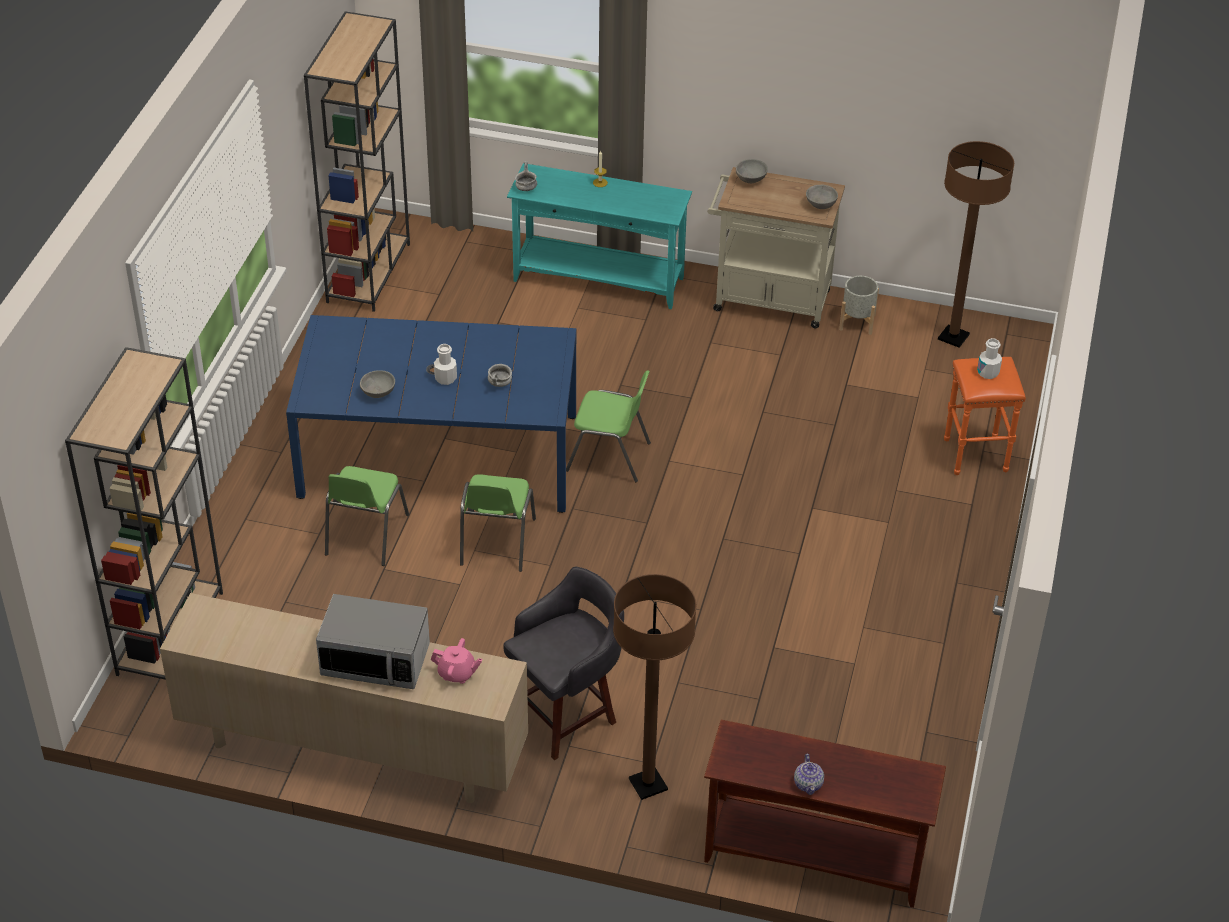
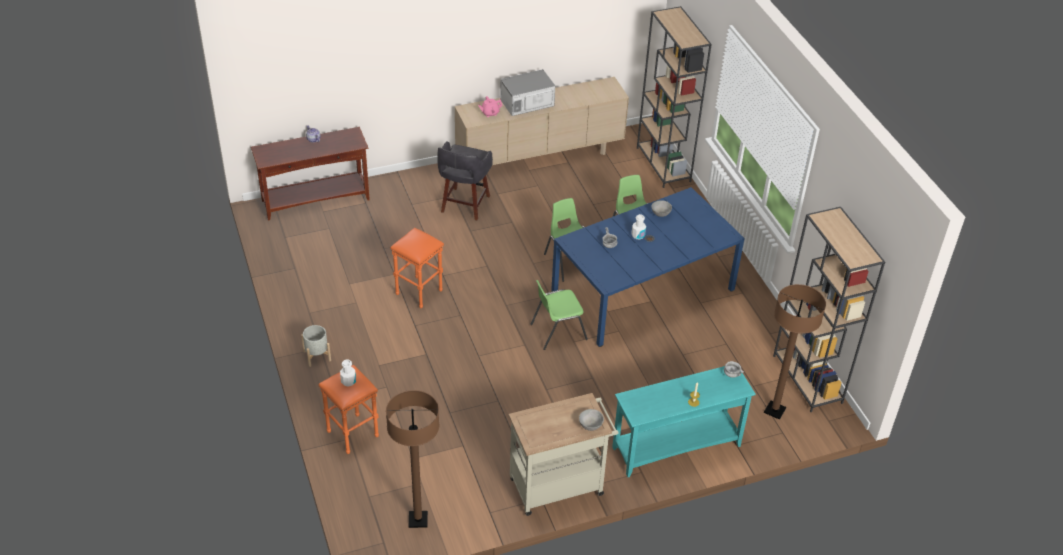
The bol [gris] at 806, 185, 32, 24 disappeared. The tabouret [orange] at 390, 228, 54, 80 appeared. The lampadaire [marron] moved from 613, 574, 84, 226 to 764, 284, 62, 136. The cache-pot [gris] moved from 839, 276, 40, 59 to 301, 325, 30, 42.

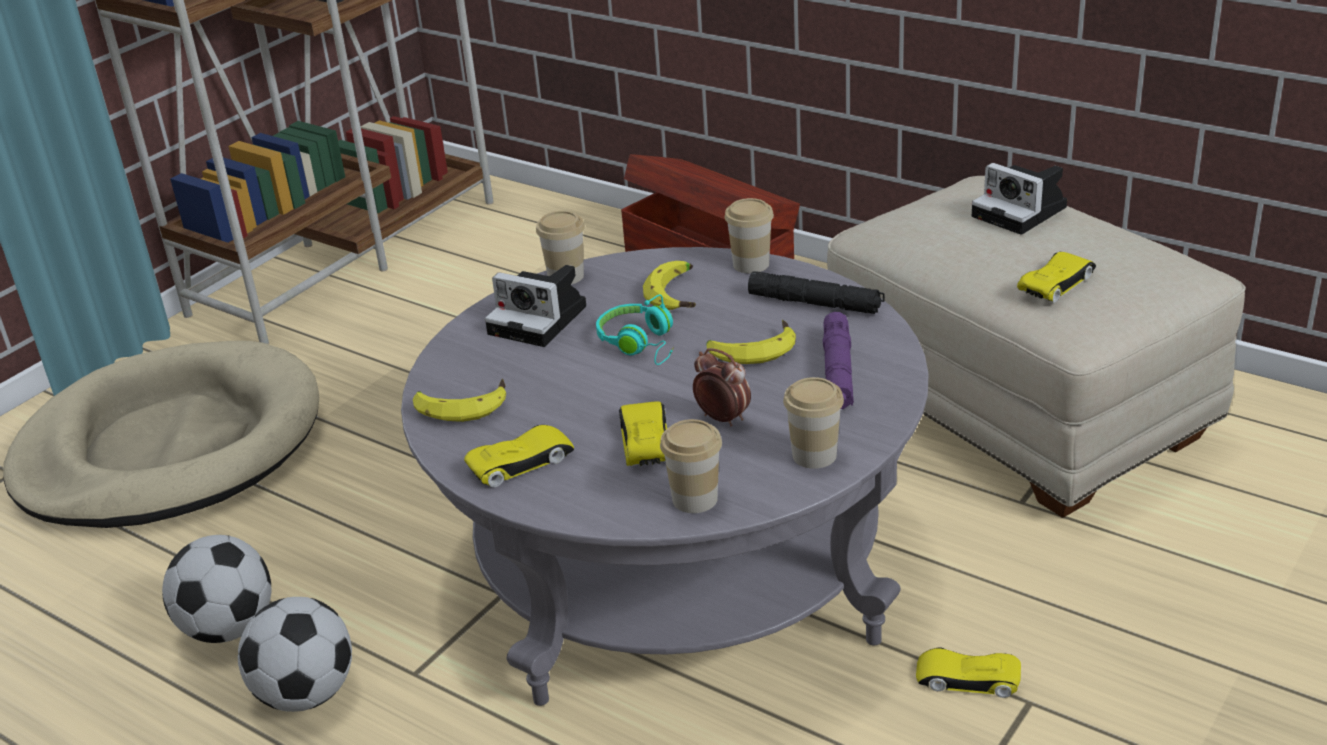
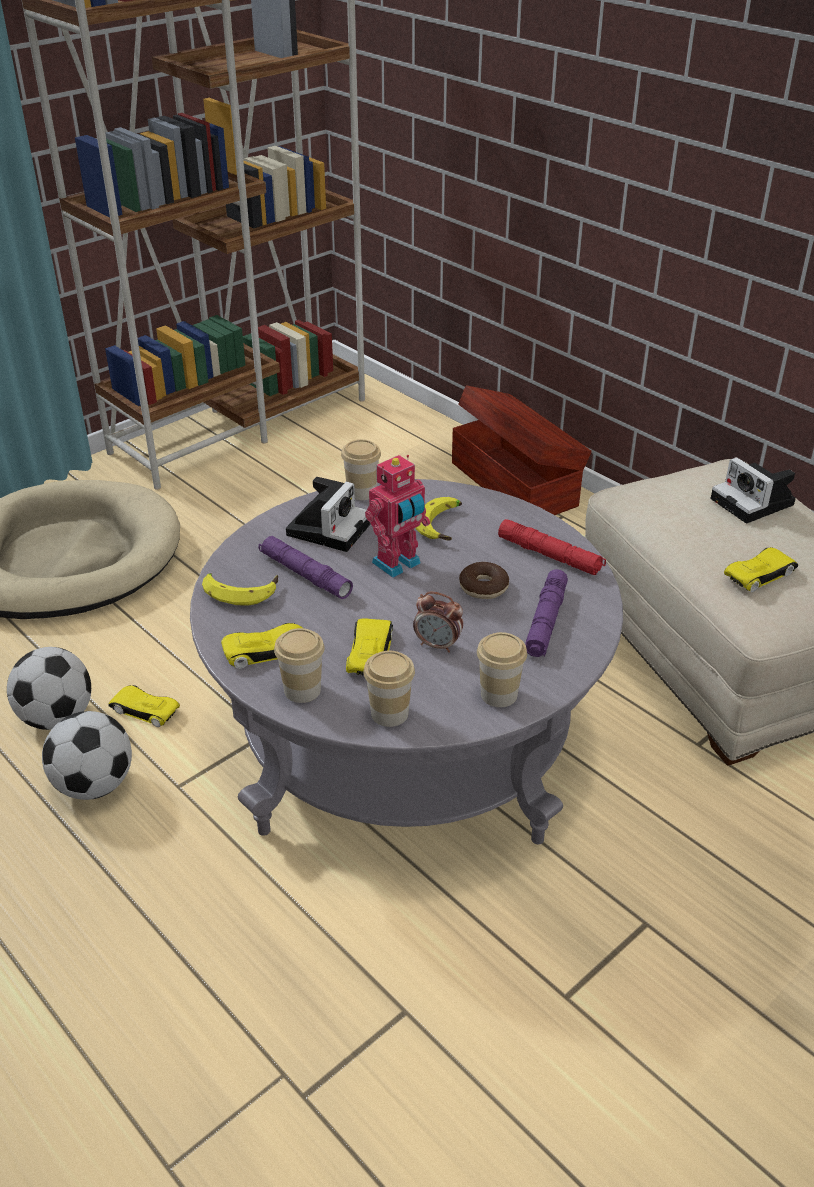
The lampe de poche [violet] at 259, 536, 94, 63 appeared. The tasse moved from 725, 198, 49, 75 to 274, 628, 51, 75. The petite voiture [jaune] moved from 916, 647, 105, 51 to 108, 685, 72, 42. The casque audio [turquoise] at 596, 294, 78, 71 was replaced by the robot jouet at 365, 455, 65, 123. The banane at 706, 320, 90, 44 was replaced by the beignet at 459, 562, 50, 37. The lampe de poche [noir] at 748, 271, 137, 43 became the lampe de poche [rouge] at 498, 519, 108, 56. The appareil photo at 485, 265, 101, 82 turned 105 degrees counterclockwise. The réveil at 693, 348, 58, 78 turned 150 degrees clockwise.

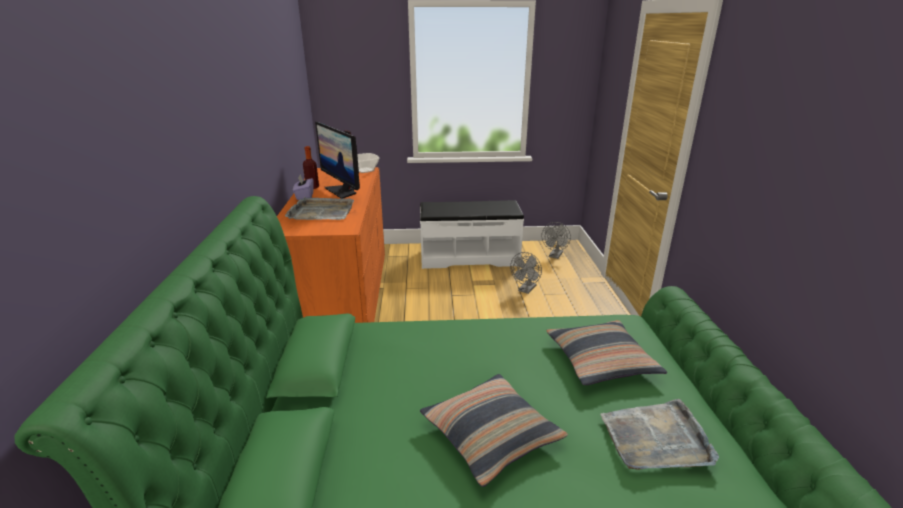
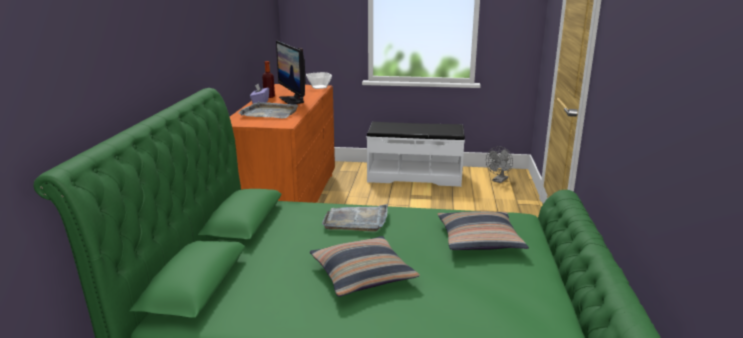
The ventilateur [gris] at 510, 252, 32, 42 disappeared. The plateau [gris] moved from 600, 399, 119, 71 to 322, 204, 66, 27.

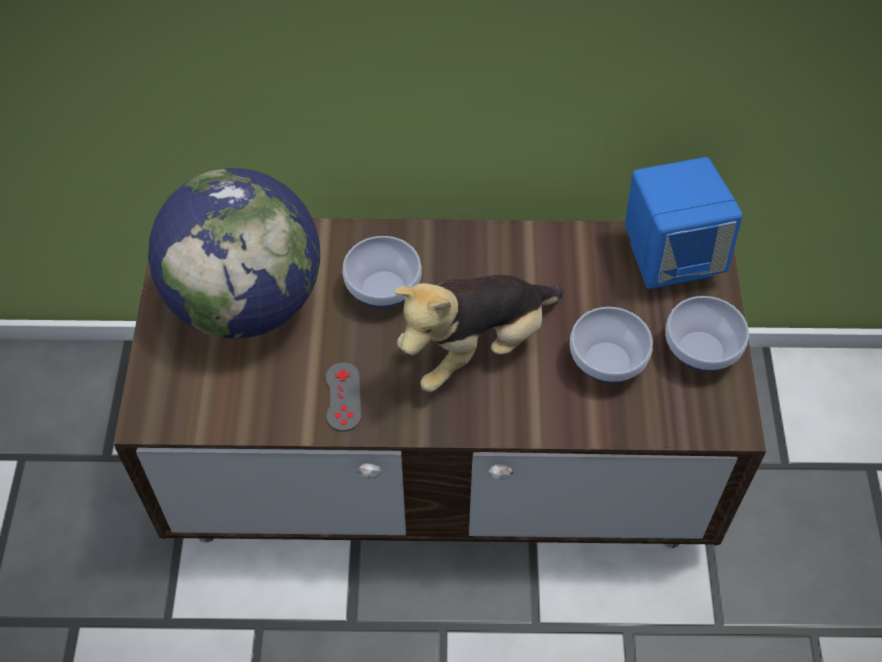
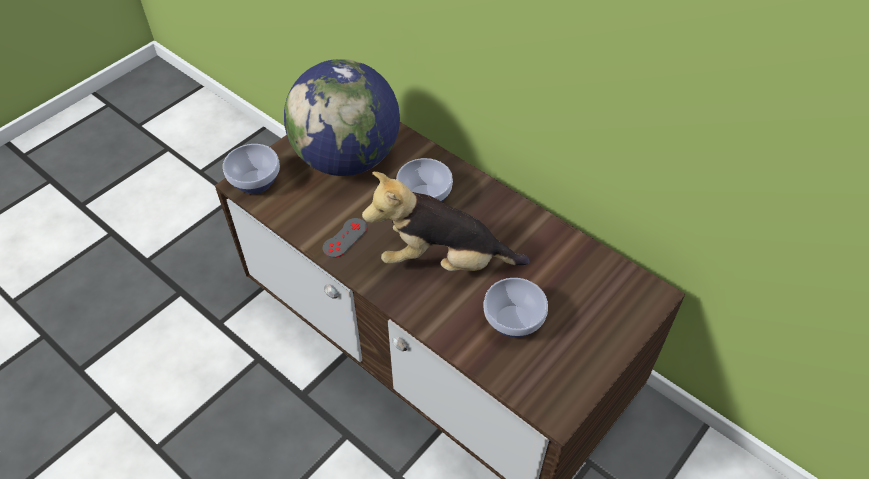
The enceinte [bleu] at 625, 157, 118, 133 disappeared. The bol moved from 665, 296, 84, 76 to 223, 144, 57, 50.

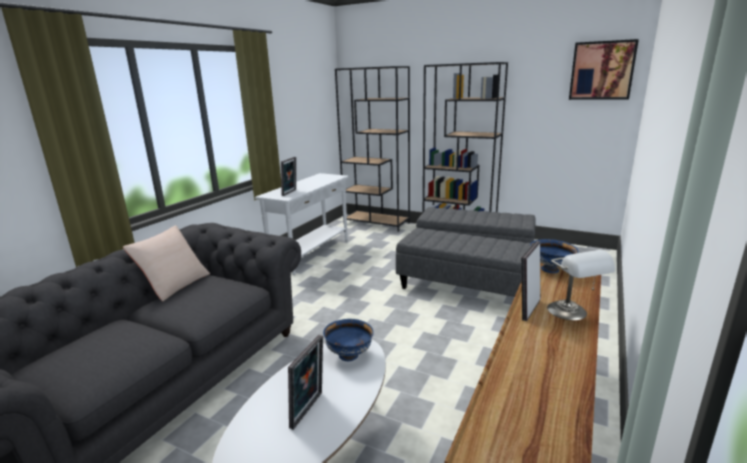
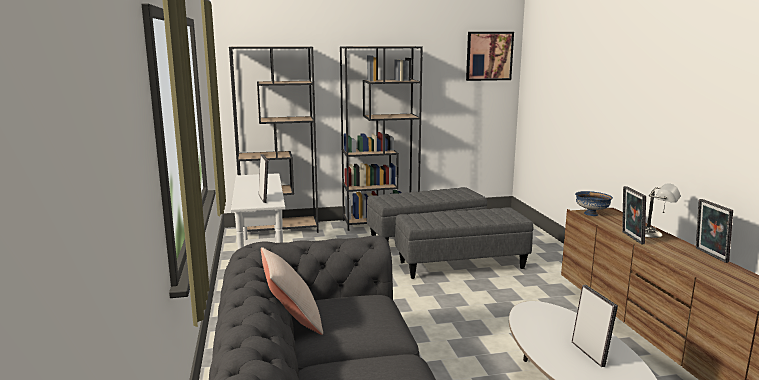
The bol [bleu] at 323, 319, 51, 42 disappeared. The cadre photo at 696, 199, 37, 64 appeared.

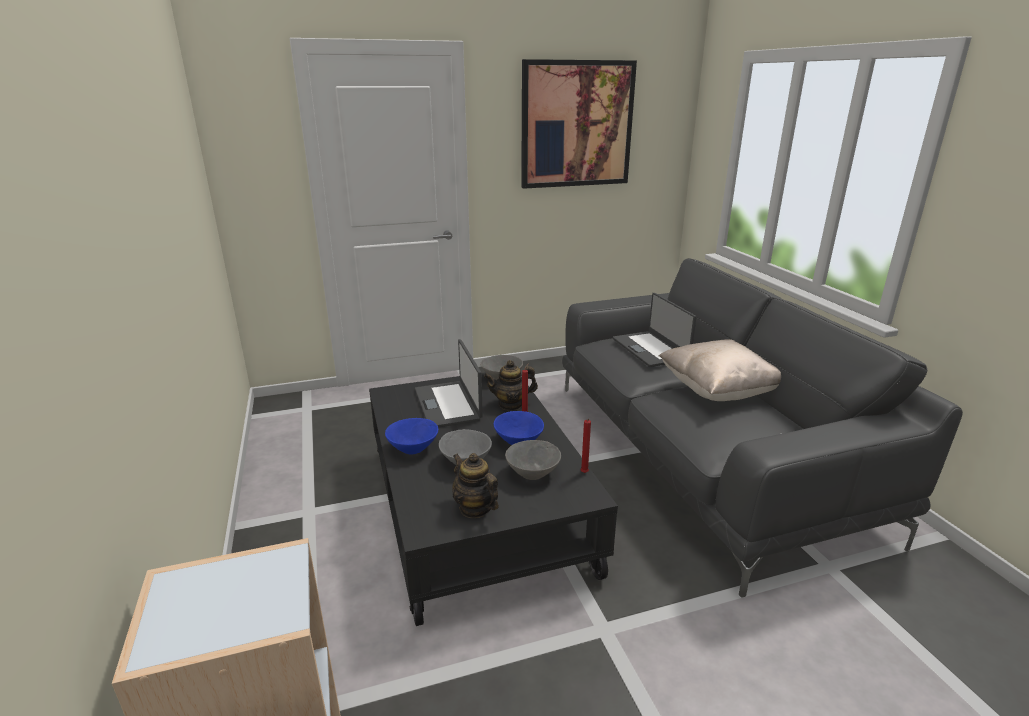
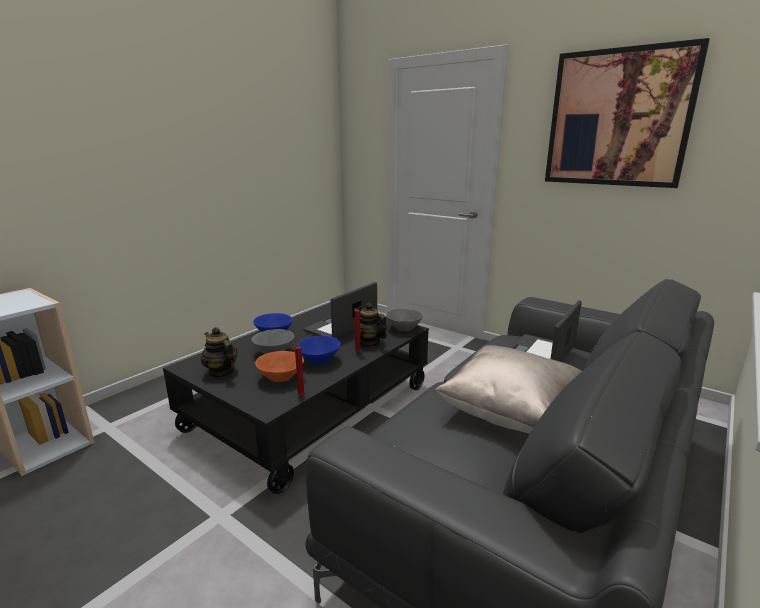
The bol [gris] at 505, 440, 56, 40 became the bol [orange] at 255, 351, 49, 31. The théière at 452, 453, 47, 65 turned 60 degrees counterclockwise.

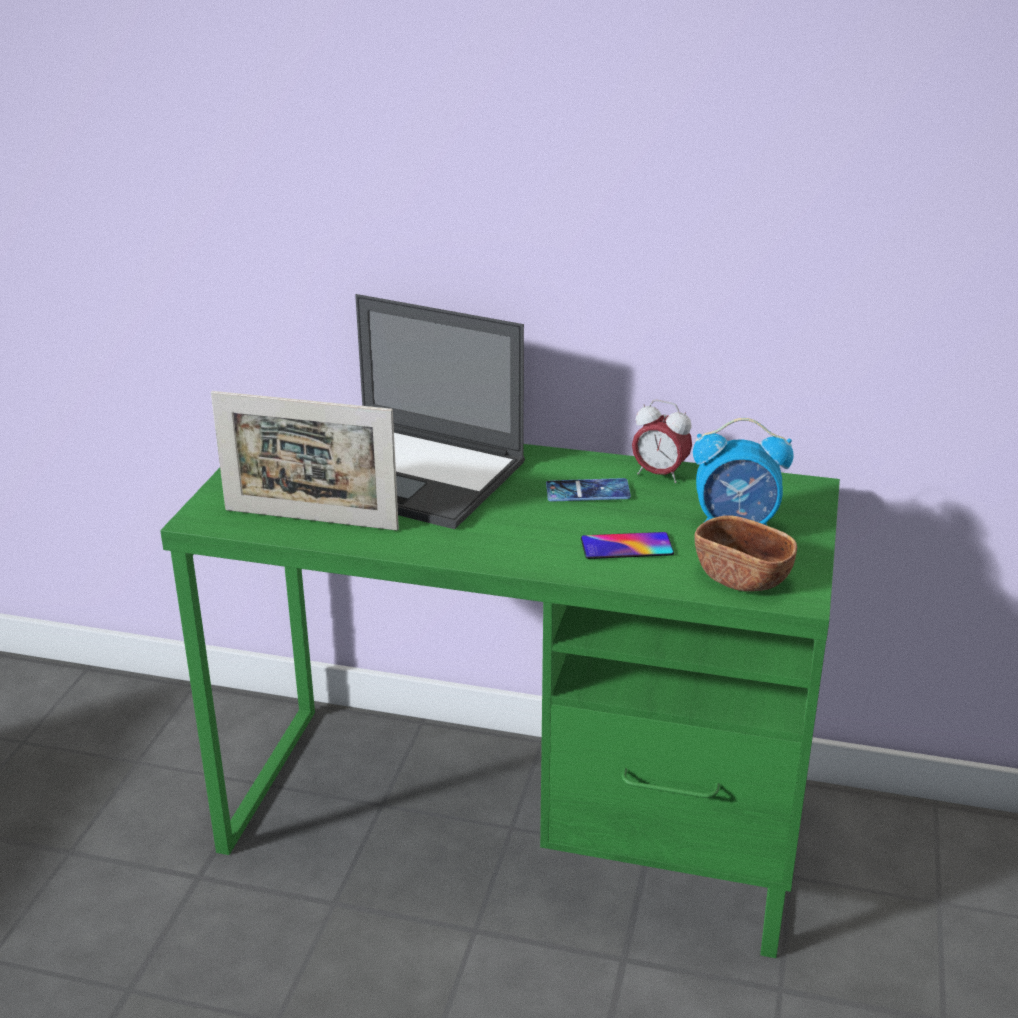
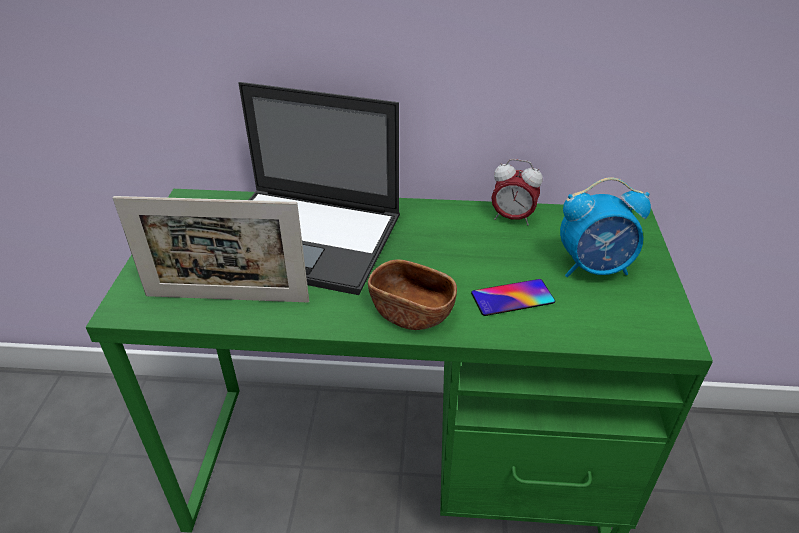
The téléphone at 546, 478, 85, 24 disappeared. The bol [marron] moved from 694, 516, 103, 76 to 368, 260, 89, 70.

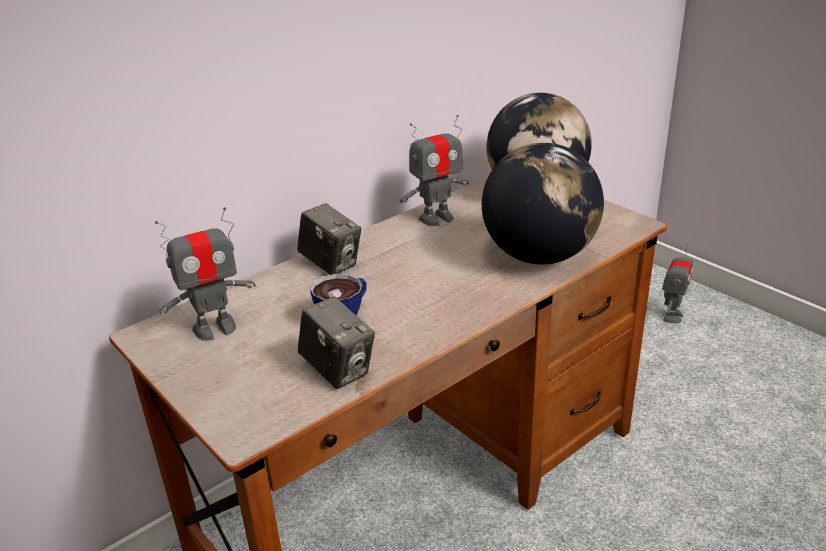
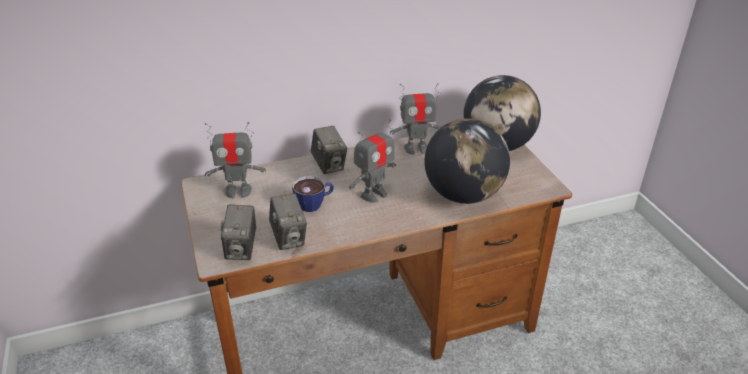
The appareil photo at 221, 205, 35, 55 appeared. The robot jouet moved from 662, 244, 31, 80 to 349, 119, 47, 84.

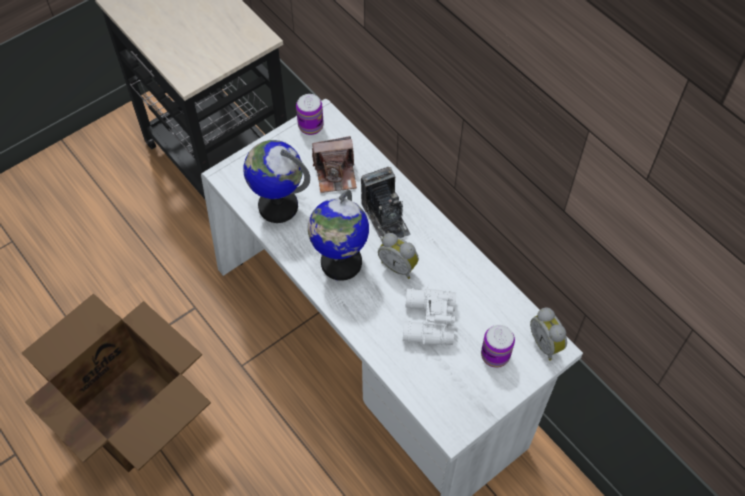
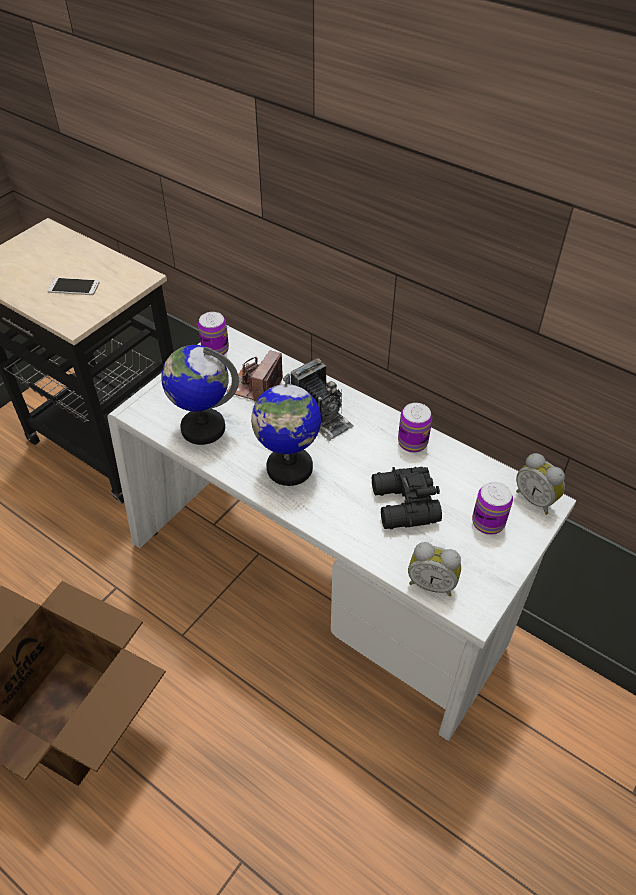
The téléphone at 48, 278, 52, 17 appeared. The boîte métallique at 398, 403, 34, 50 appeared. The réveil moved from 378, 233, 41, 46 to 408, 542, 53, 54. The jumelles [blanc] at 403, 286, 53, 60 became the jumelles [noir] at 372, 467, 70, 62. The appareil photo at 312, 136, 45, 57 turned 135 degrees clockwise.

